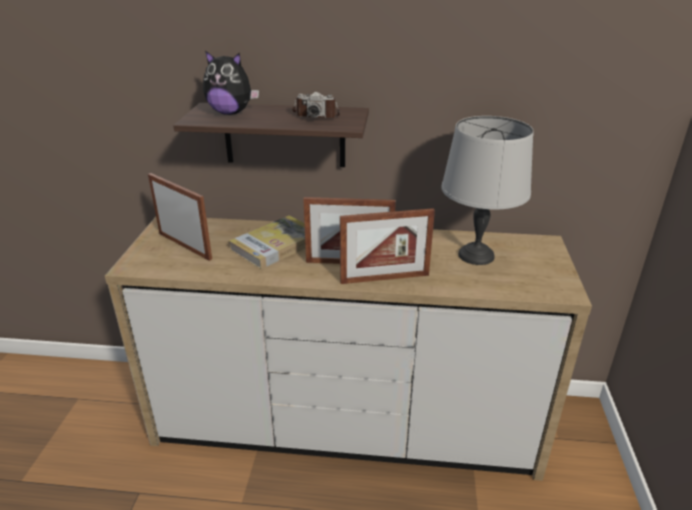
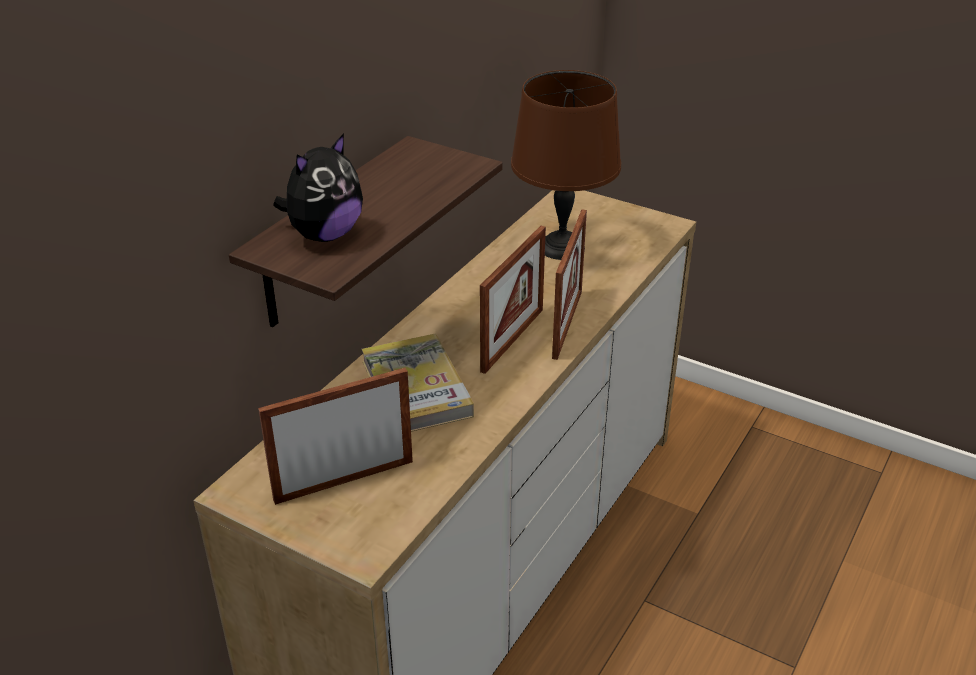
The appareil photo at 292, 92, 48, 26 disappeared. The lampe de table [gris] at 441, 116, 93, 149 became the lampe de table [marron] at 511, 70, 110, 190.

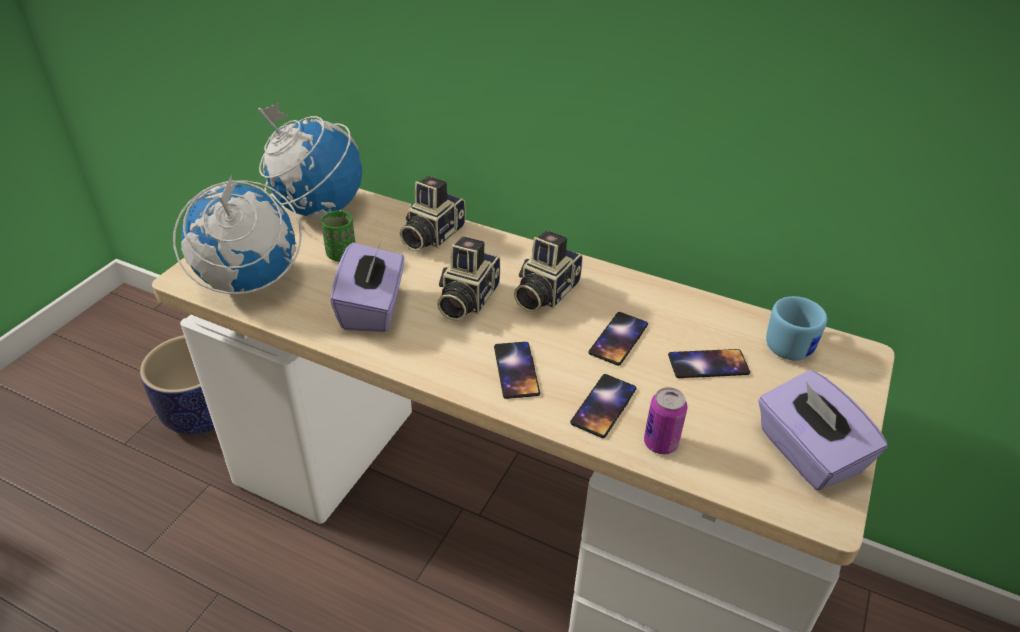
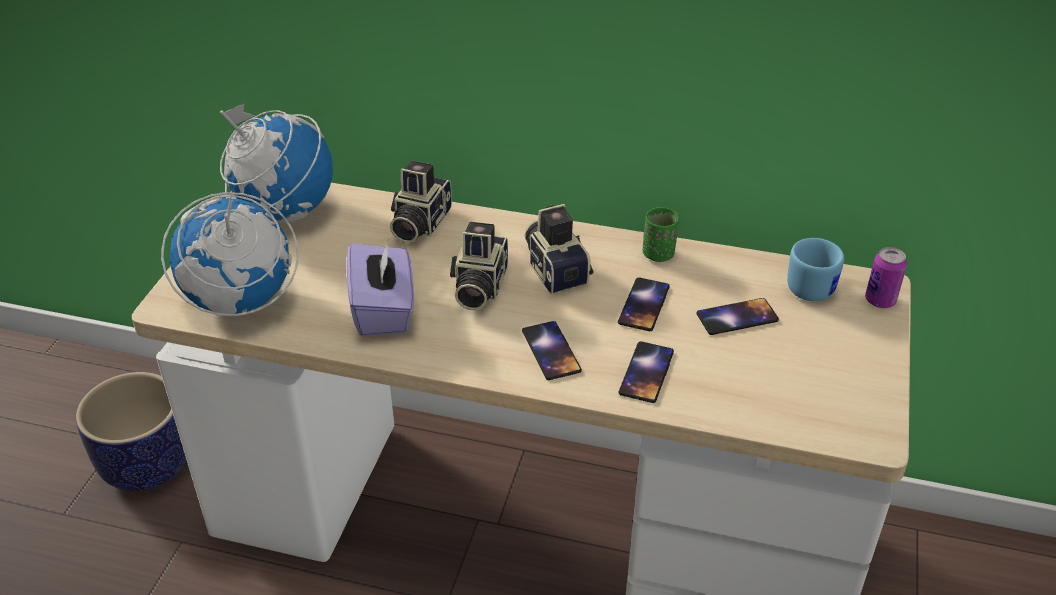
The boîte à mouchoirs [violet] at 758, 370, 130, 120 disappeared. The tasse [vert] moved from 321, 211, 34, 51 to 643, 207, 36, 55. The boîte métallique moved from 644, 387, 44, 67 to 865, 247, 42, 61. The appareil photo at 514, 230, 69, 82 turned 135 degrees clockwise.

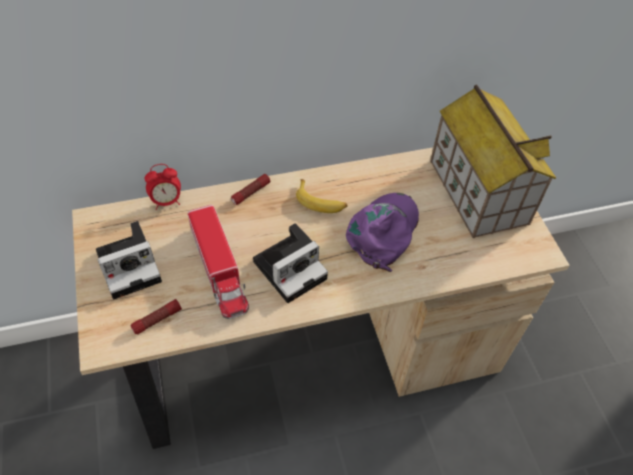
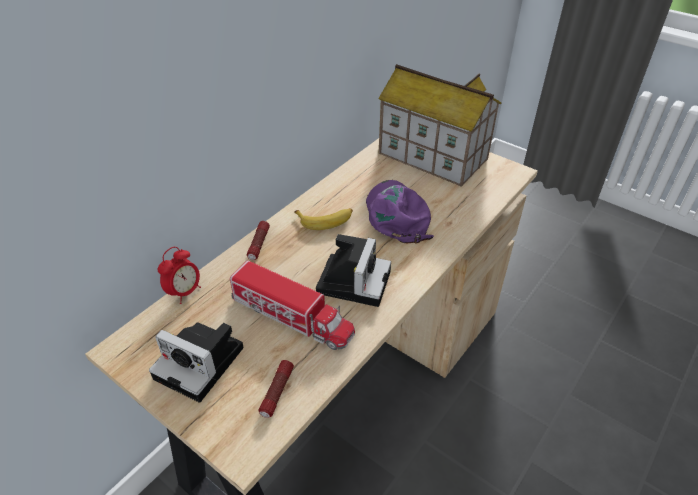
The appareil photo at 96, 221, 66, 78 turned 90 degrees clockwise.

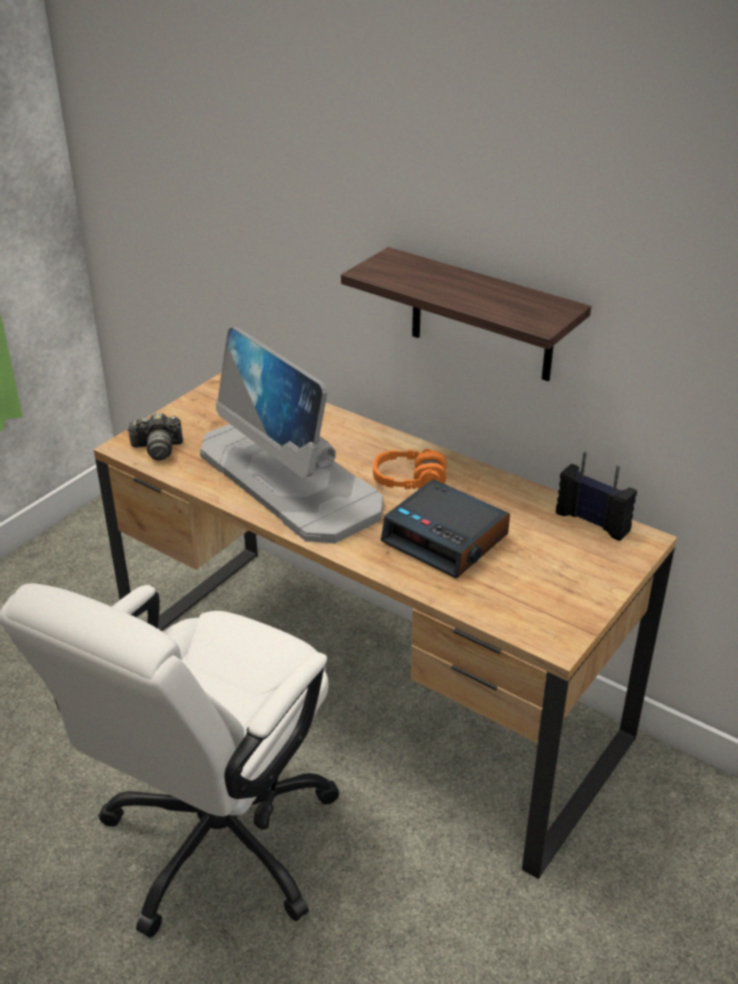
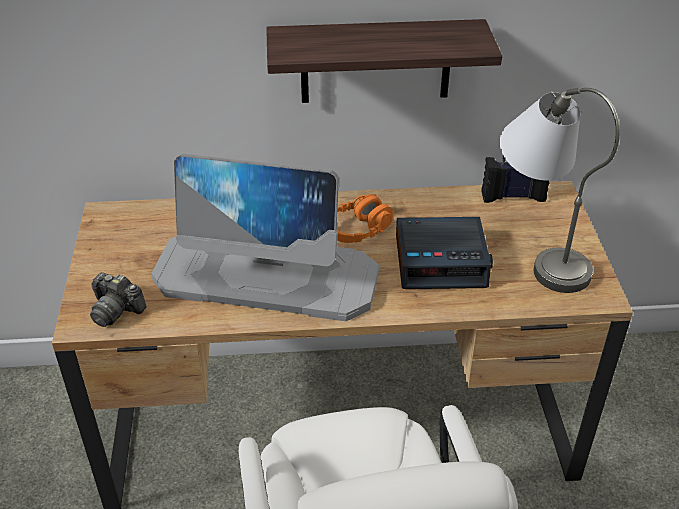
The lampe de table [gris] at 500, 87, 120, 206 appeared. The appareil photo at 128, 412, 55, 48 turned 75 degrees clockwise.

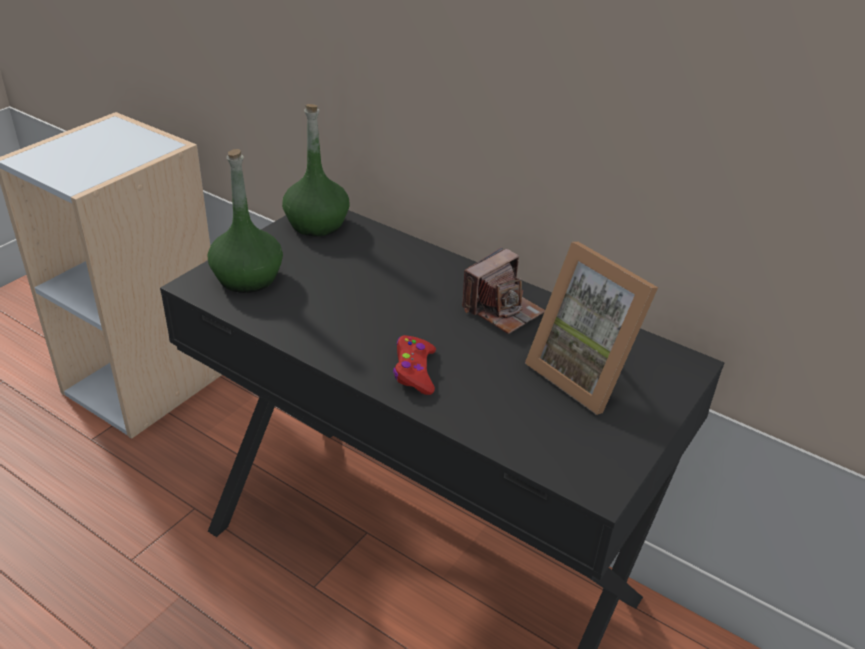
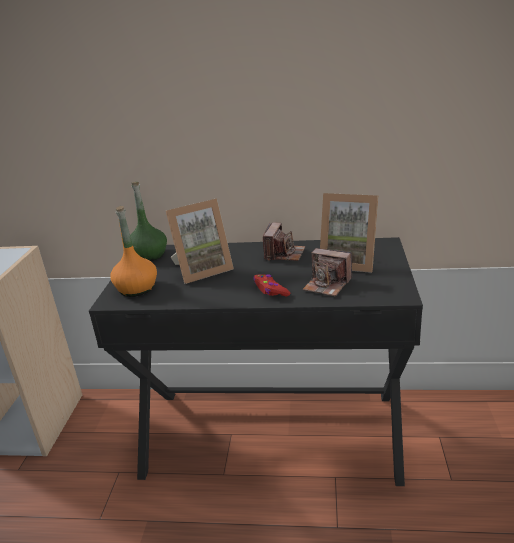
The cadre photo at 166, 198, 68, 86 appeared. The appareil photo at 303, 248, 49, 48 appeared. The bouteille [vert] at 208, 149, 75, 144 became the bouteille [orange] at 110, 206, 47, 91.

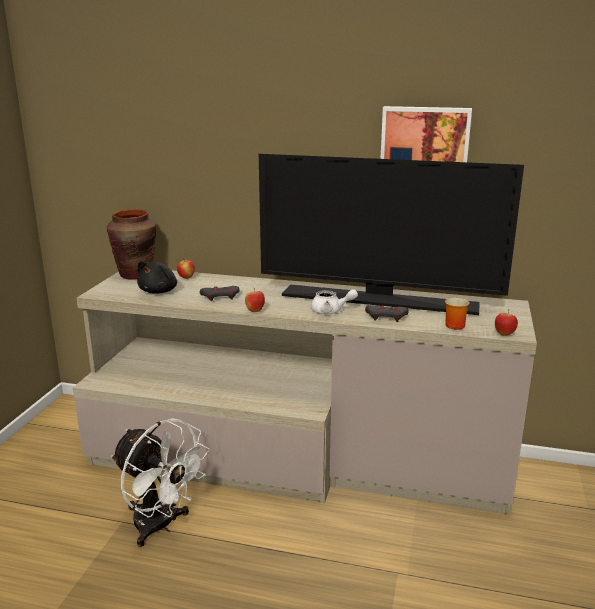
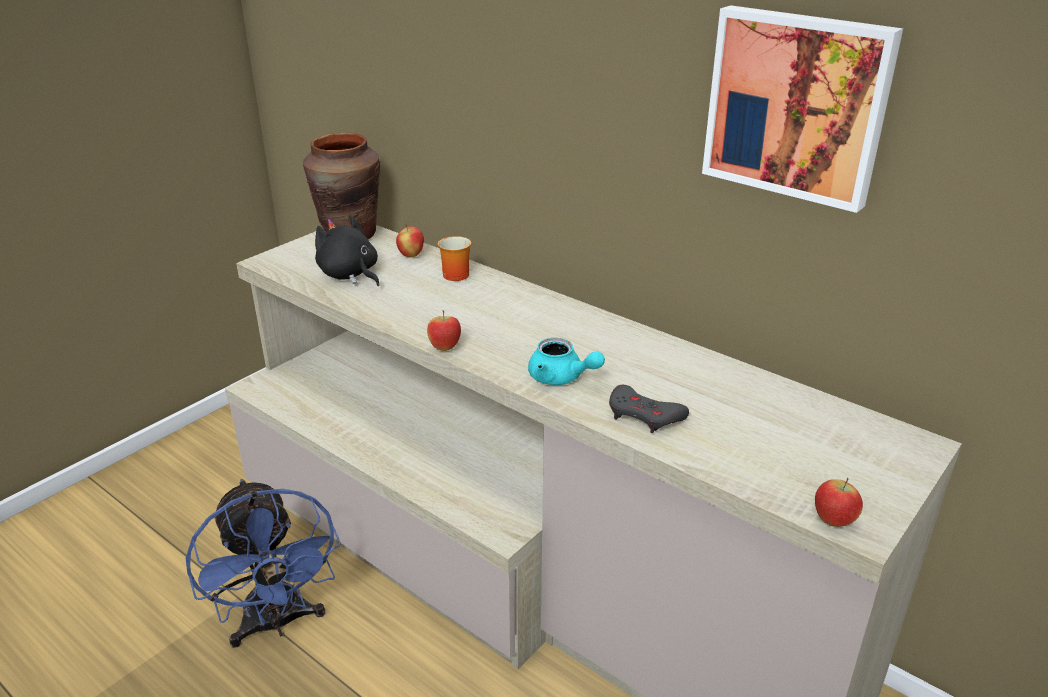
The manette [gris] at 200, 286, 40, 15 disappeared. The téléviseur at 259, 154, 265, 161 disappeared. The mug moved from 445, 298, 25, 32 to 438, 236, 33, 45. The ventilateur [blanc] at 111, 418, 99, 129 became the ventilateur [bleu] at 186, 479, 155, 169. The théière [blanc] at 311, 289, 47, 25 became the théière [turquoise] at 528, 338, 77, 47. The peluche [noir] at 137, 261, 40, 32 turned 90 degrees clockwise.

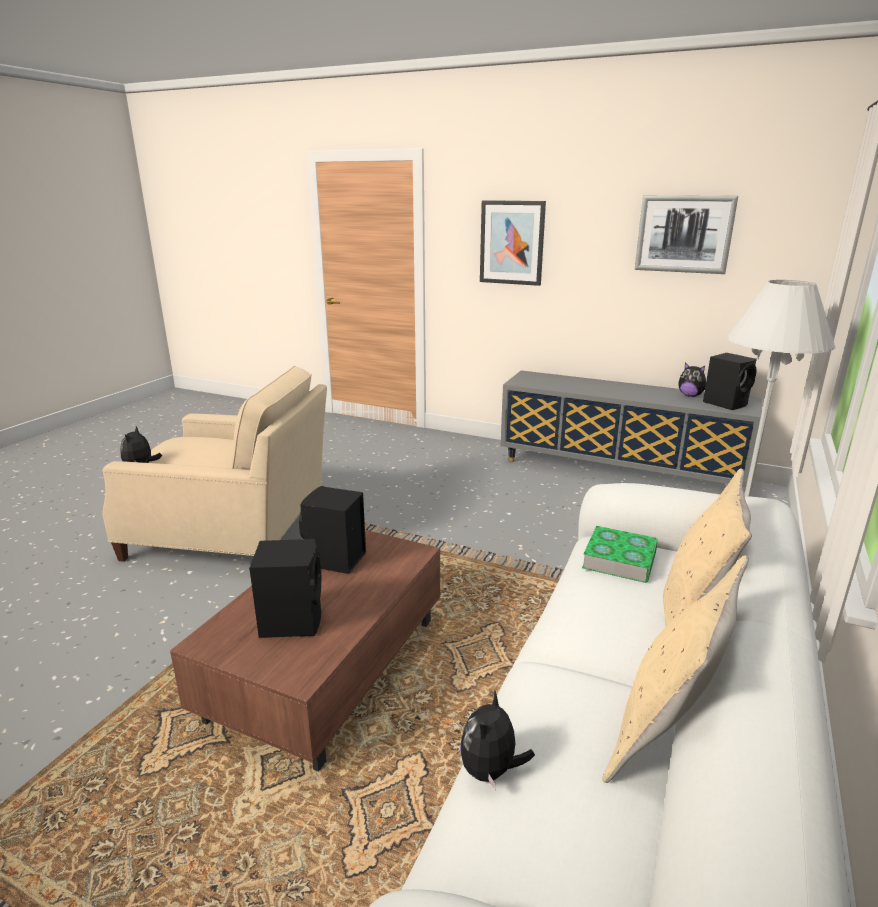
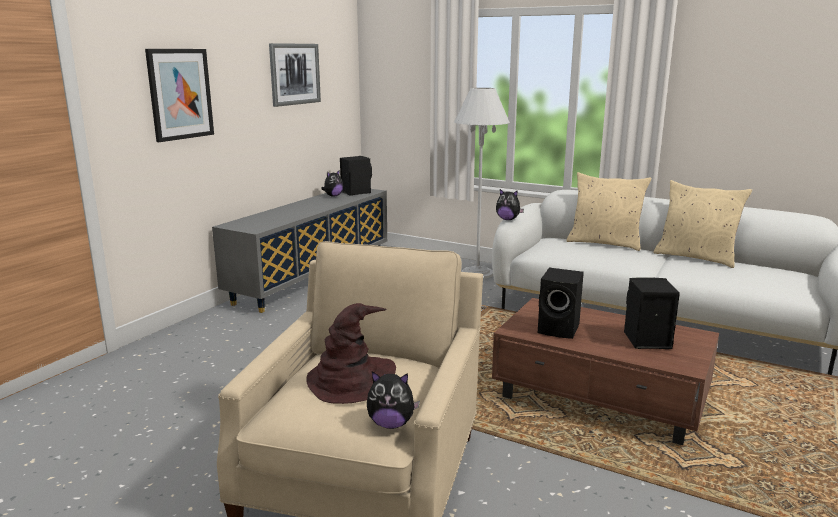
The livre at 582, 526, 76, 57 disappeared. The chapeau [marron] at 307, 303, 89, 101 appeared. The peluche moved from 460, 690, 75, 100 to 496, 189, 28, 31.

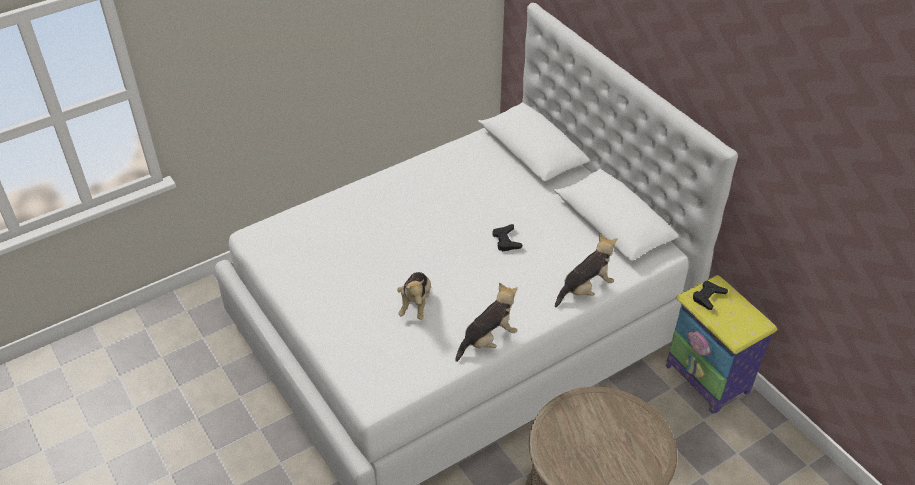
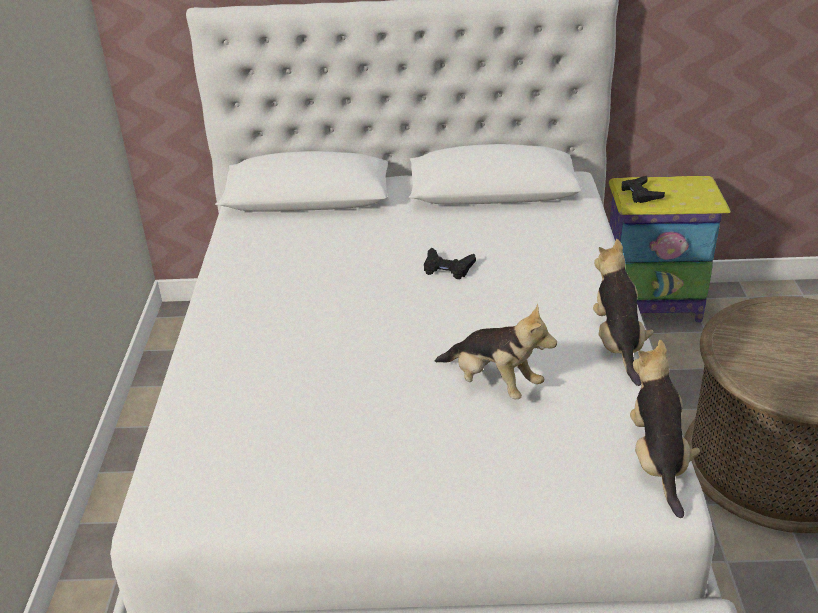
The peluche moved from 555, 233, 62, 74 to 630, 339, 70, 179.

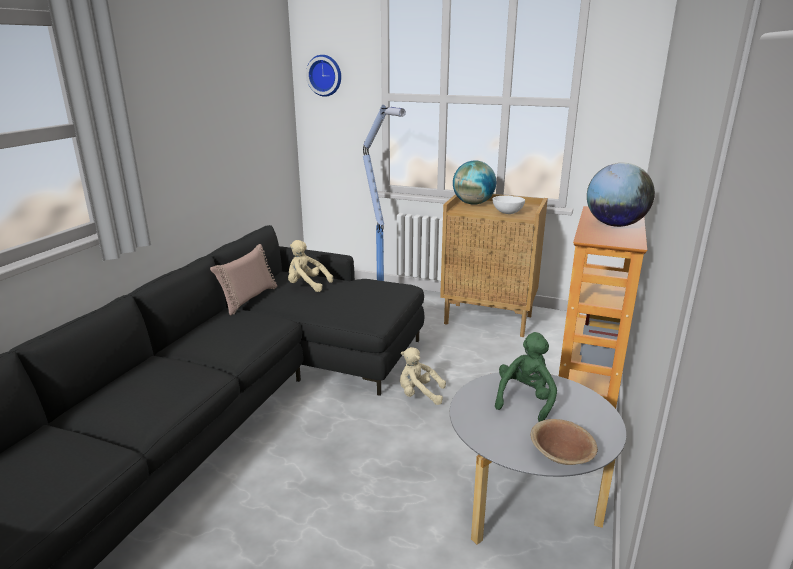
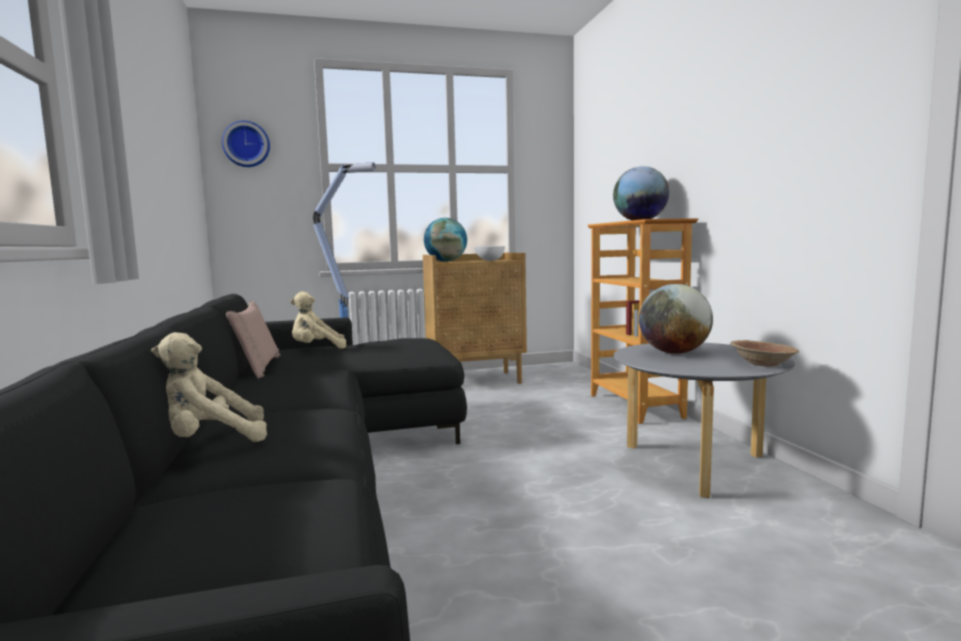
The peluche [beige] moved from 400, 347, 46, 58 to 151, 332, 116, 110. The peluche [vert] at 495, 332, 62, 90 was replaced by the globe at 639, 284, 74, 70.

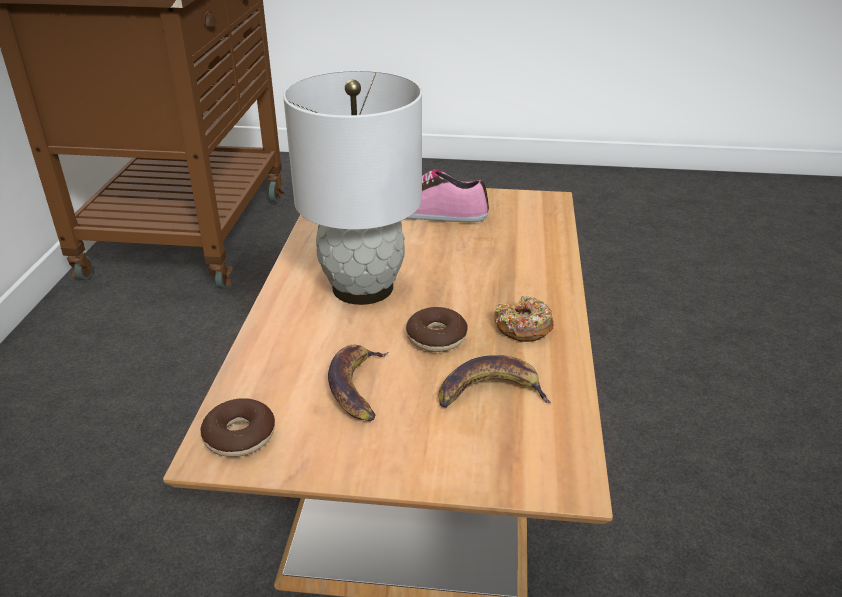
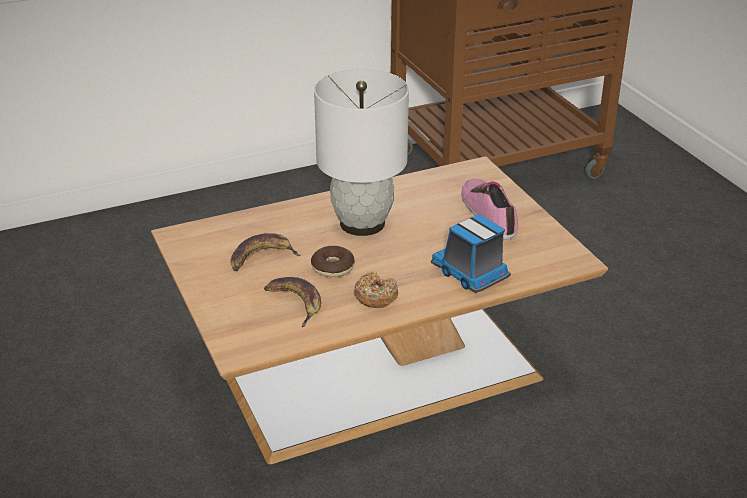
The beignet at 201, 398, 74, 59 disappeared. The camion jouet at 431, 215, 80, 78 appeared.

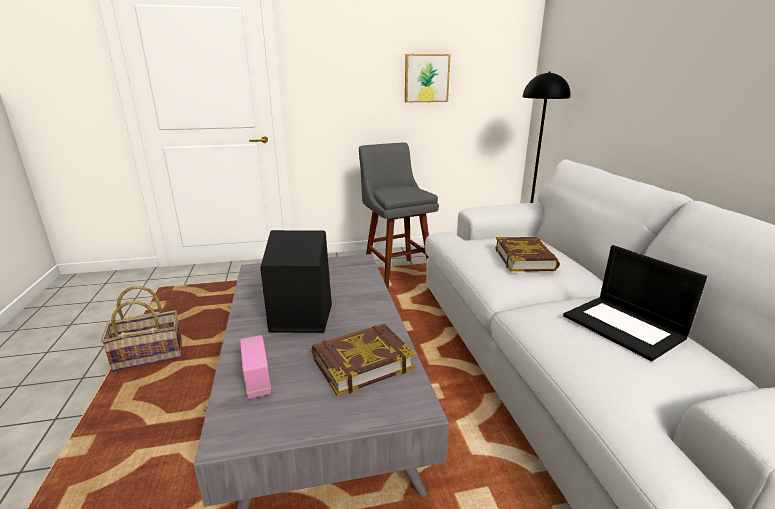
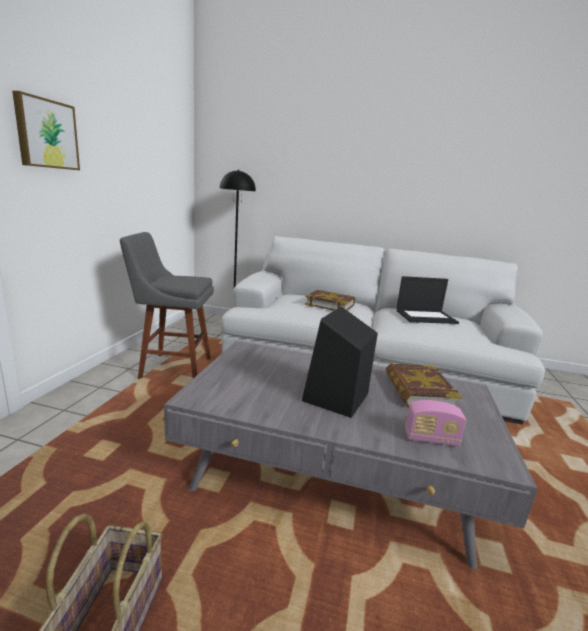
The tableau moved from 405, 54, 46, 48 to 12, 91, 68, 79.

